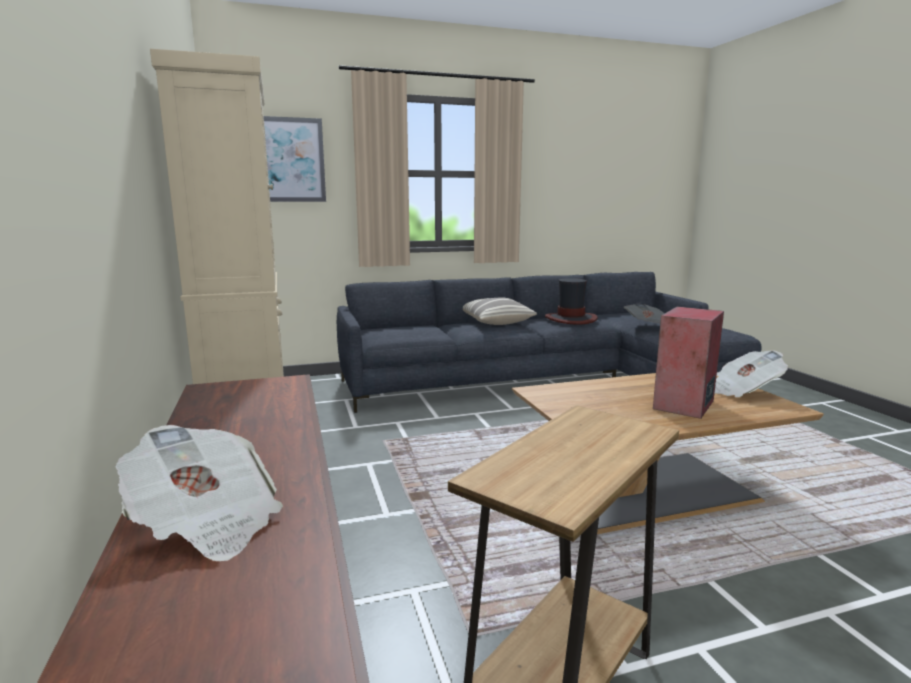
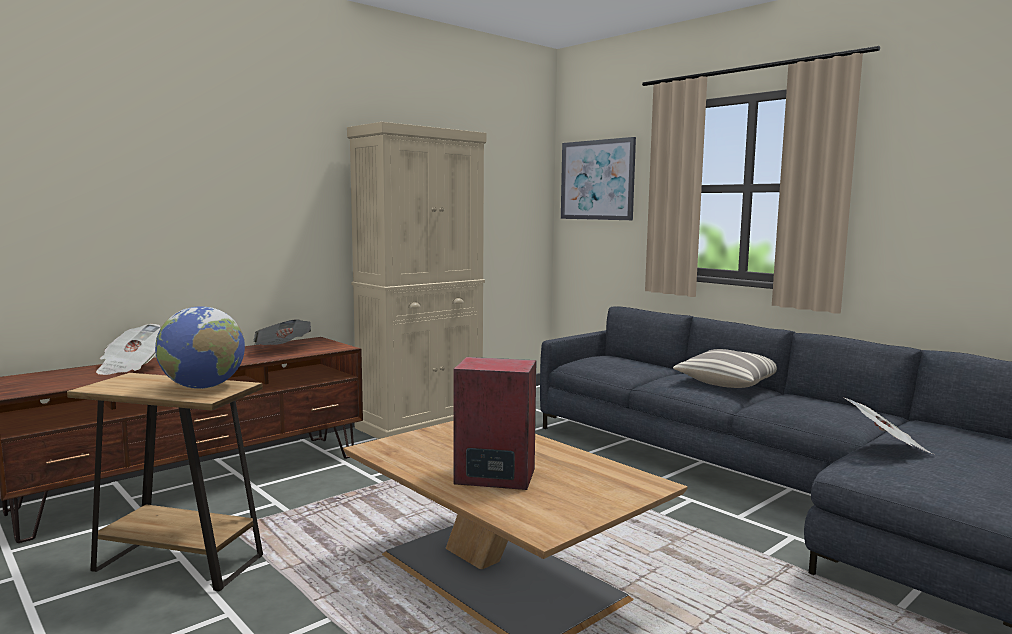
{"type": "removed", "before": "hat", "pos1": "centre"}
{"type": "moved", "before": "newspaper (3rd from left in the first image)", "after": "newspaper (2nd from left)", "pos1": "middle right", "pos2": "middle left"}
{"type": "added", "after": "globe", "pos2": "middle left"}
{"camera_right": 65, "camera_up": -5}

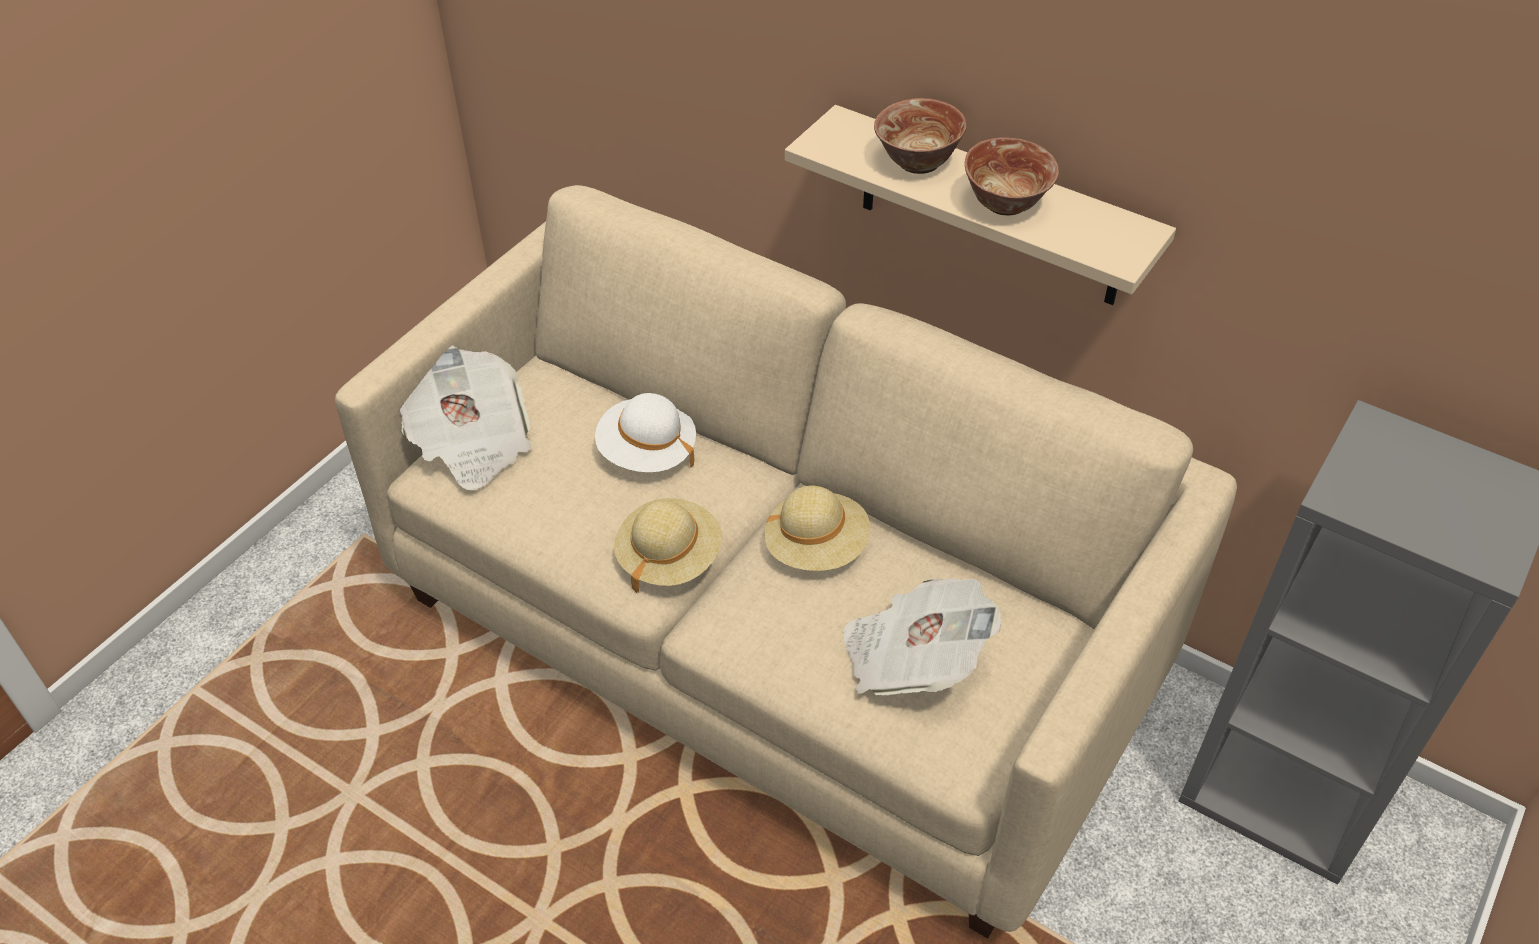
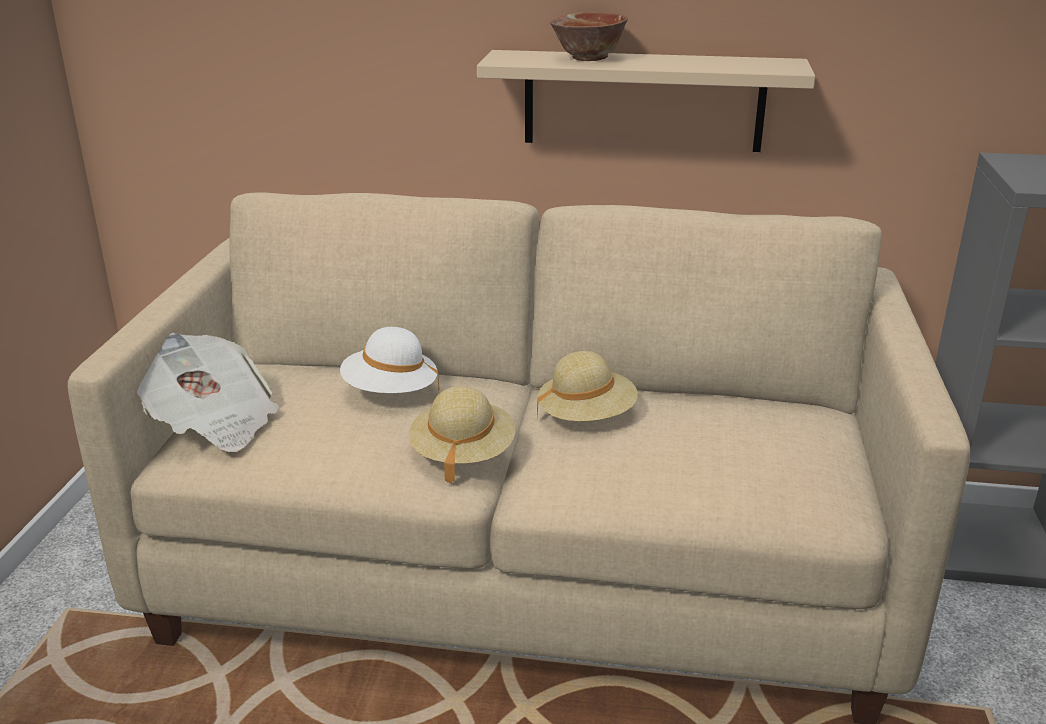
{"type": "removed", "before": "newspaper (2nd from left)", "pos1": "bottom centre"}
{"type": "removed", "before": "bowl (2nd from left)", "pos1": "top centre"}
{"camera_right": -25, "camera_up": -20}

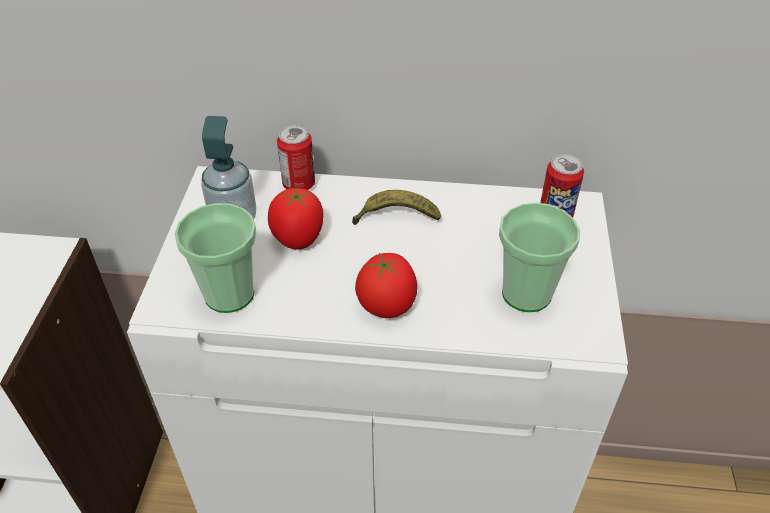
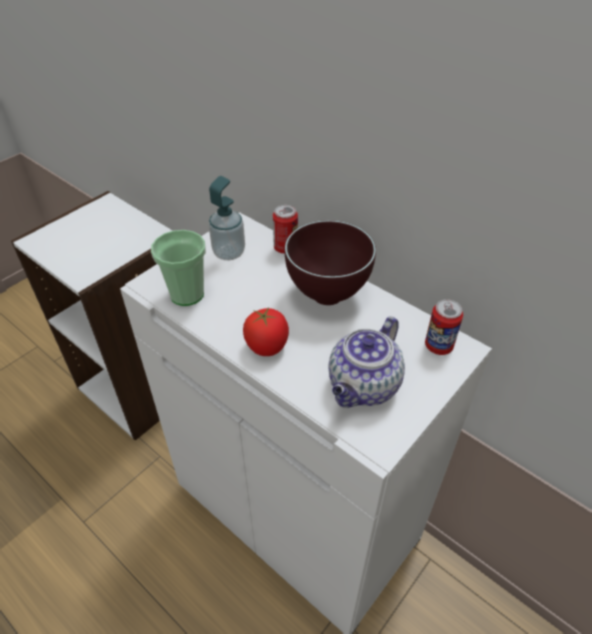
{"type": "removed", "before": "tomato (1st from left)", "pos1": "centre"}
{"type": "replaced", "before": "banana", "after": "brown bowl", "pos1": "centre", "pos2": "centre"}
{"type": "replaced", "before": "cup (2nd from left)", "after": "teapot", "pos1": "middle right", "pos2": "centre"}
{"camera_right": 35, "camera_up": 0}

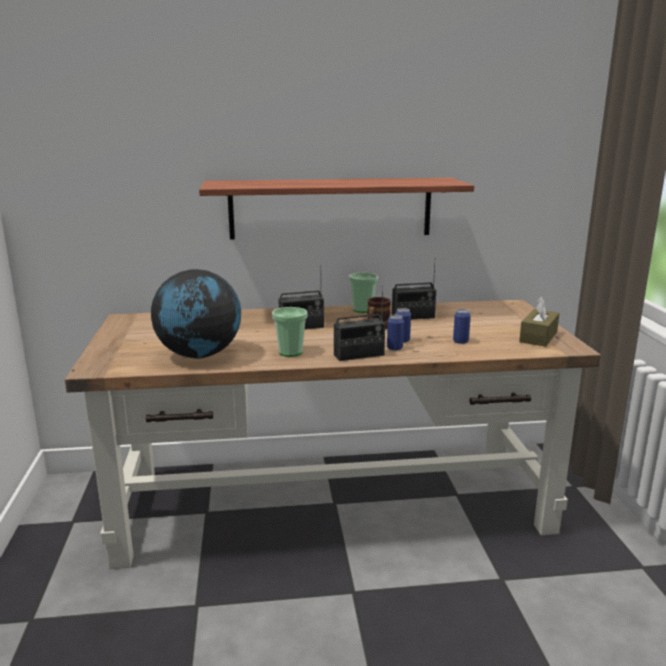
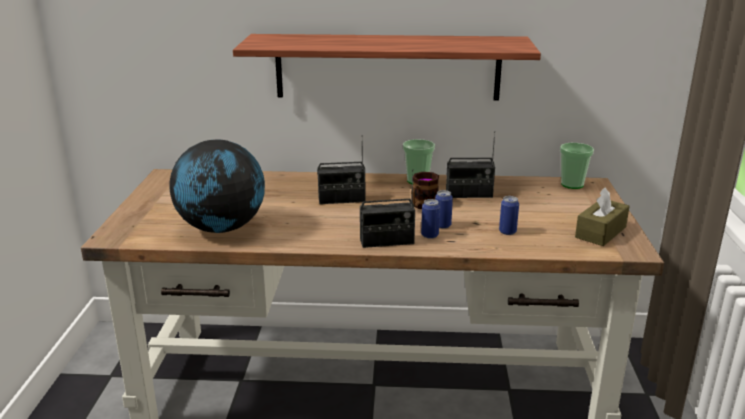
{"type": "moved", "before": "cup (1st from left in the first image)", "after": "cup (2nd from left)", "pos1": "centre", "pos2": "middle right"}
{"camera_right": 10, "camera_up": 5}

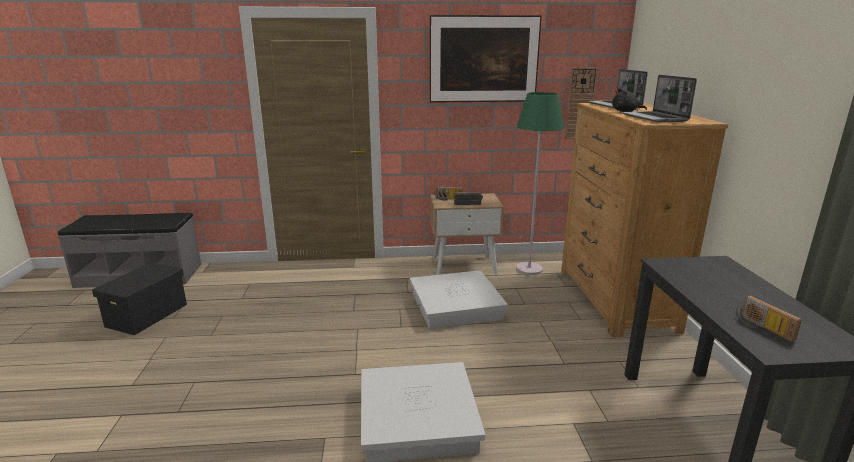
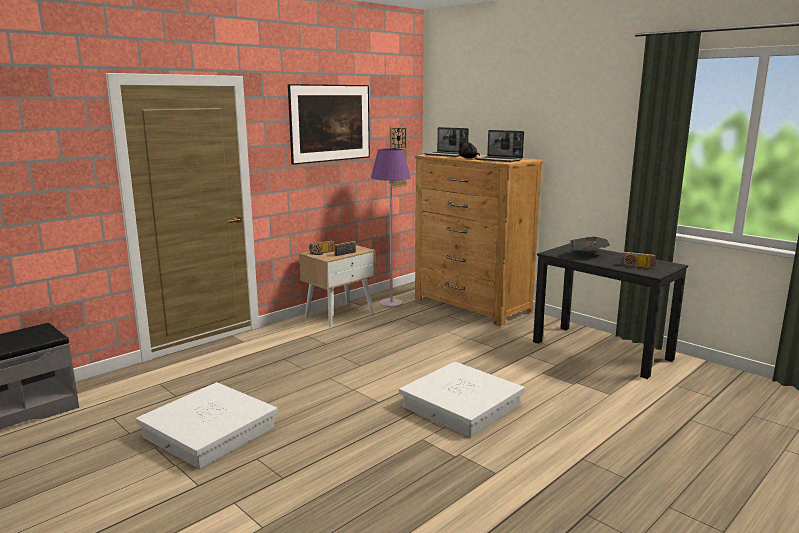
{"type": "removed", "before": "black storage box", "pos1": "middle left"}
{"type": "moved", "before": "white storage box (2nd from left in the first image)", "after": "white storage box (1st from left)", "pos1": "centre", "pos2": "bottom left"}
{"type": "recoloured", "before": "green floor lamp", "after": "purple floor lamp", "pos1": "centre", "pos2": "centre"}
{"type": "added", "after": "newspaper", "pos2": "middle right"}
{"camera_right": -40, "camera_up": -5}

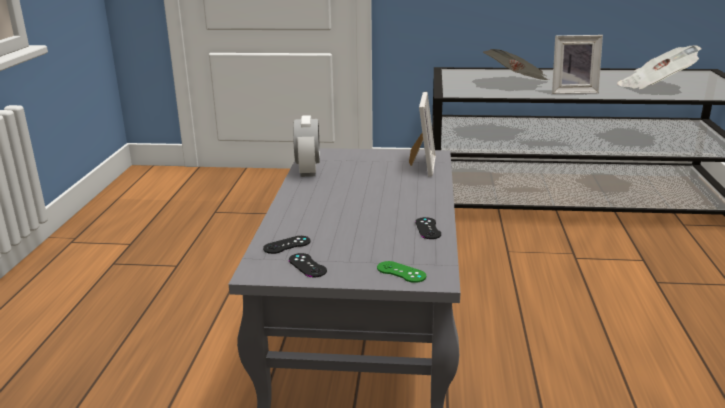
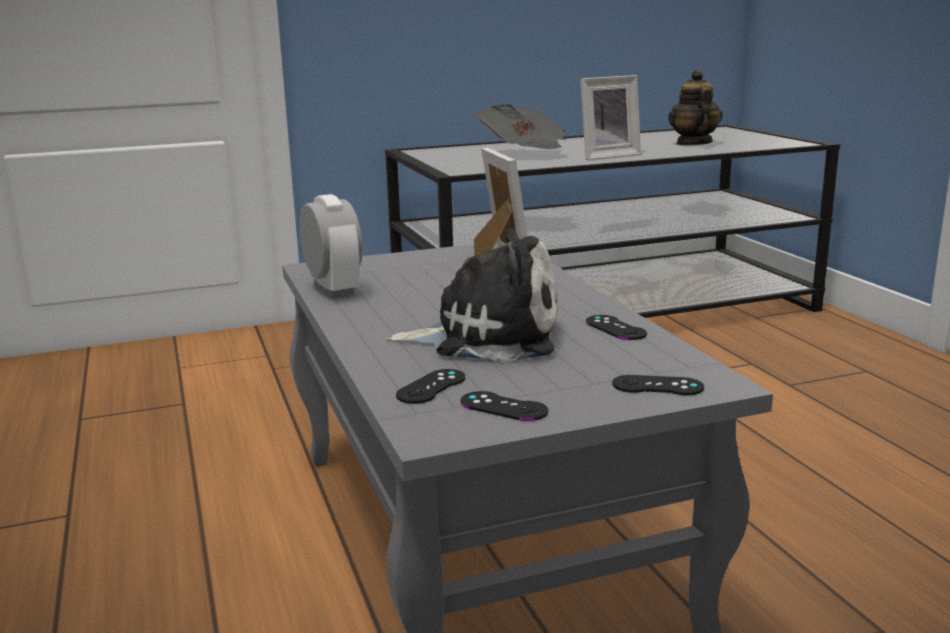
{"type": "recoloured", "before": "green game controller", "after": "black game controller (4th from left)", "pos1": "bottom centre", "pos2": "middle right"}
{"type": "replaced", "before": "newspaper (2nd from left)", "after": "teapot", "pos1": "top right", "pos2": "top right"}
{"type": "added", "after": "plush toy", "pos2": "centre"}
{"camera_right": -25, "camera_up": -5}

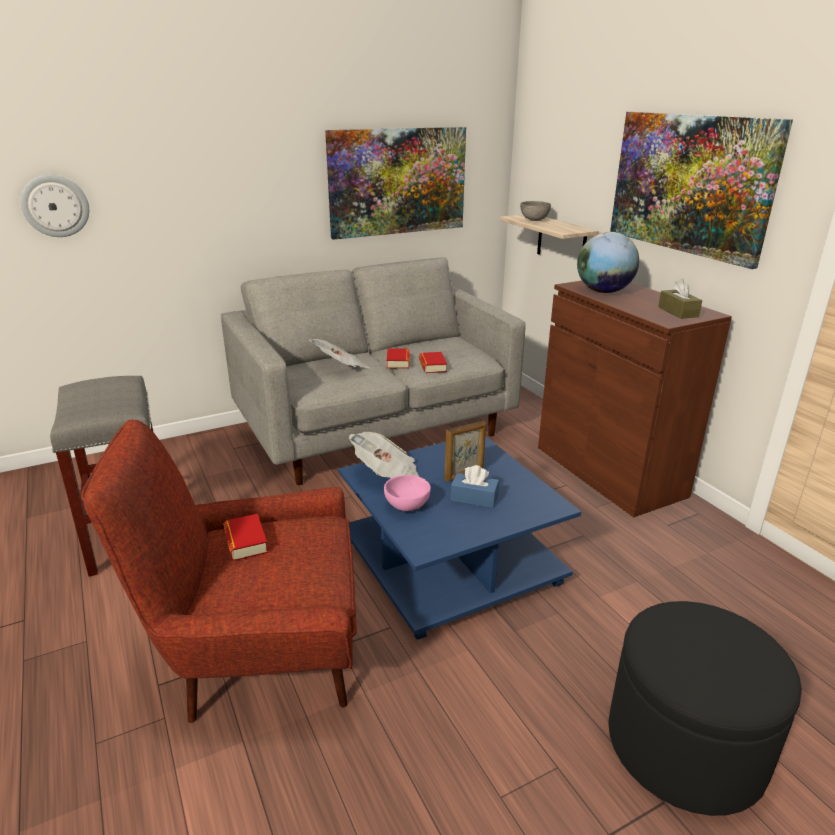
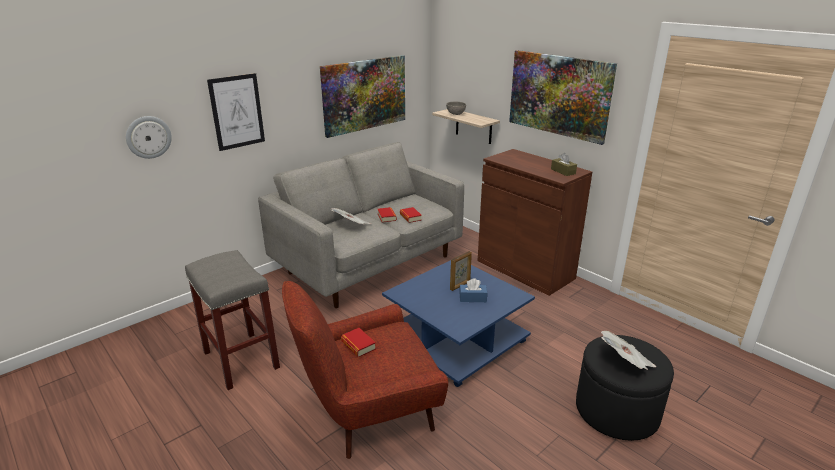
{"type": "moved", "before": "newspaper (2nd from left)", "pos1": "centre", "pos2": "bottom right"}
{"type": "removed", "before": "pink bowl", "pos1": "centre"}
{"type": "removed", "before": "globe", "pos1": "top right"}
{"type": "added", "after": "picture (1st from left)", "pos2": "top left"}
{"camera_right": -15, "camera_up": 0}

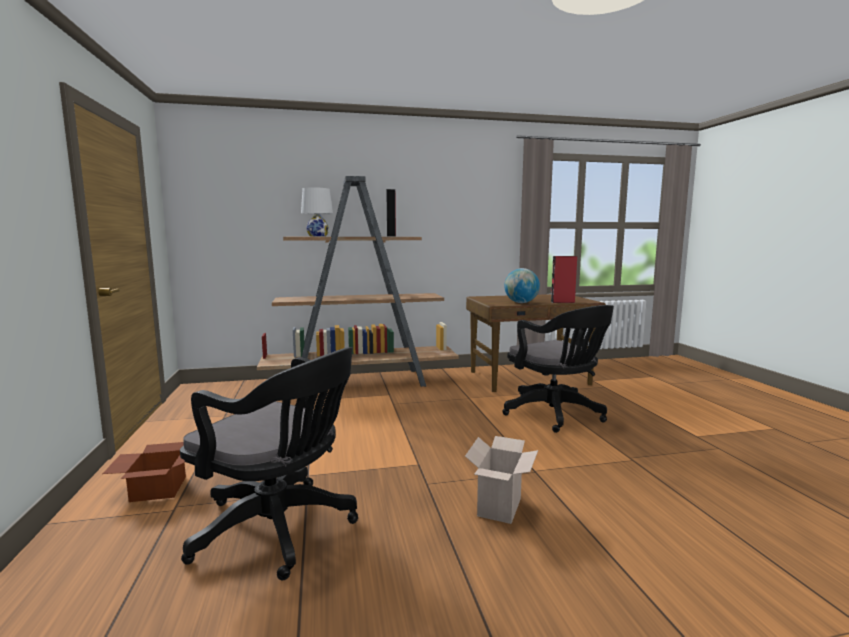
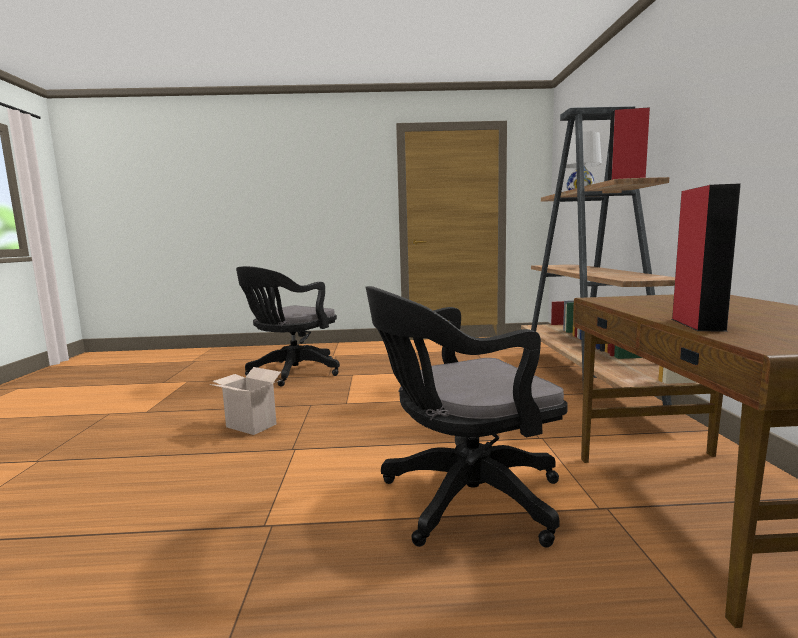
{"type": "removed", "before": "cardboard box (1st from left)", "pos1": "bottom left"}
{"type": "removed", "before": "globe", "pos1": "centre"}
{"camera_right": 100, "camera_up": 0}

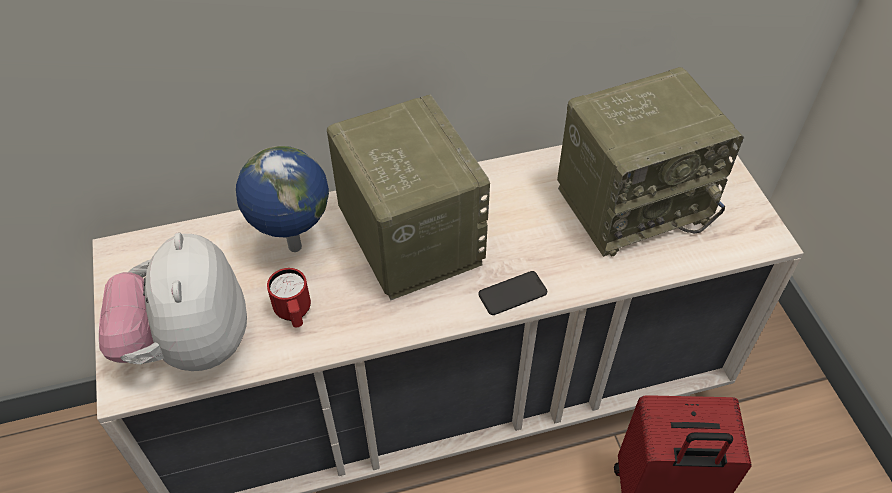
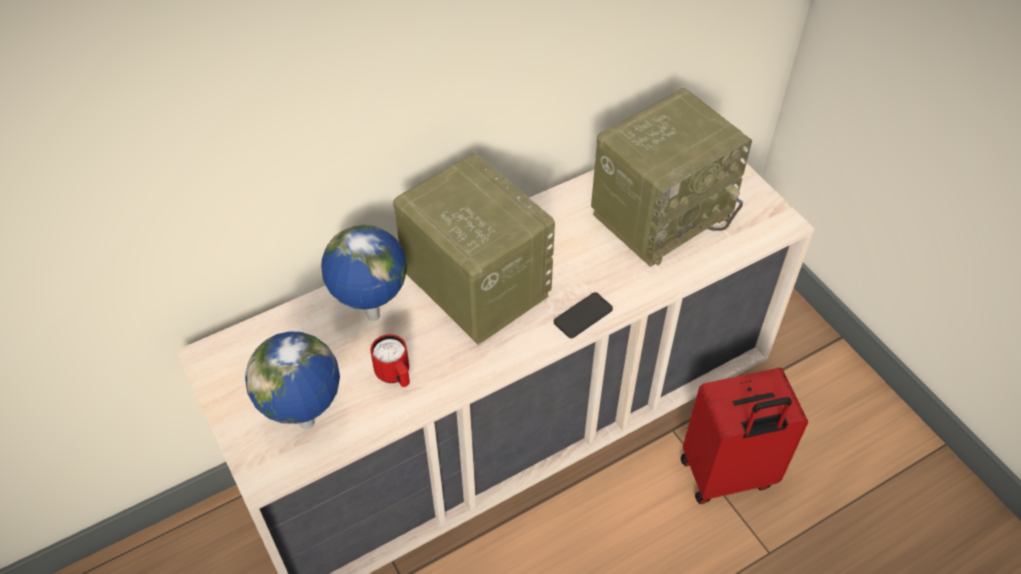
{"type": "replaced", "before": "plush toy", "after": "globe (1st from left)", "pos1": "middle left", "pos2": "middle left"}
{"camera_right": -15, "camera_up": 0}

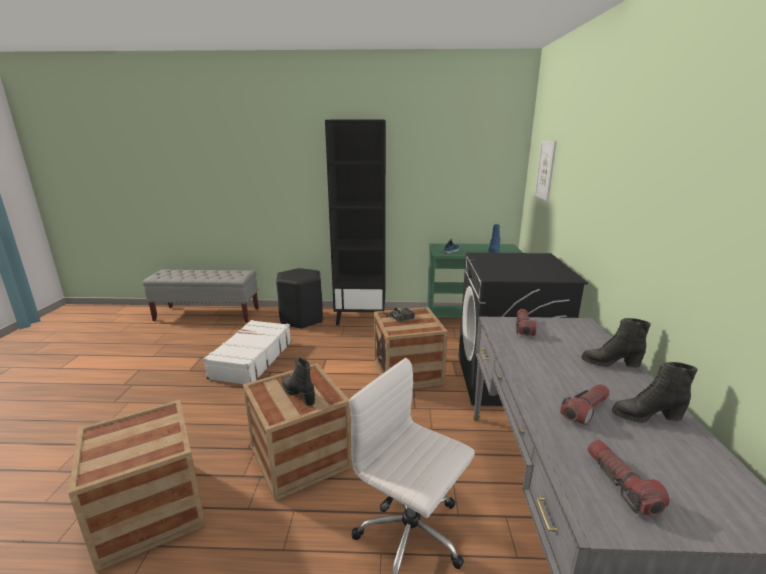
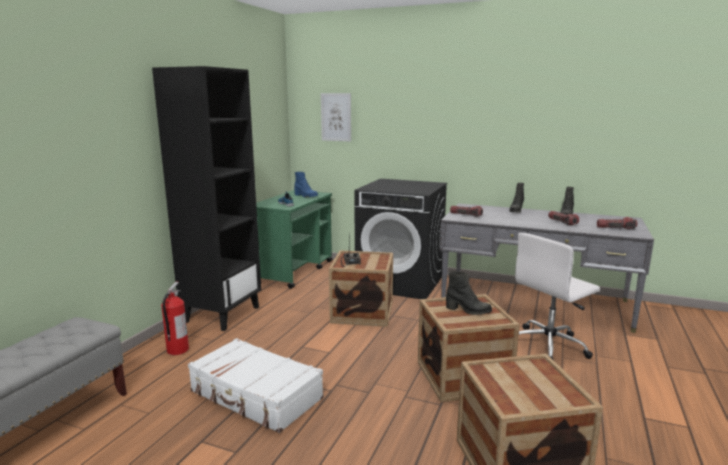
{"type": "replaced", "before": "black stool", "after": "fire extinguisher", "pos1": "centre", "pos2": "bottom left"}
{"type": "turned", "before": "black boot (1st from left)", "pos1": "centre", "pos2": "centre", "turn": -135}
{"camera_right": -70, "camera_up": -5}

